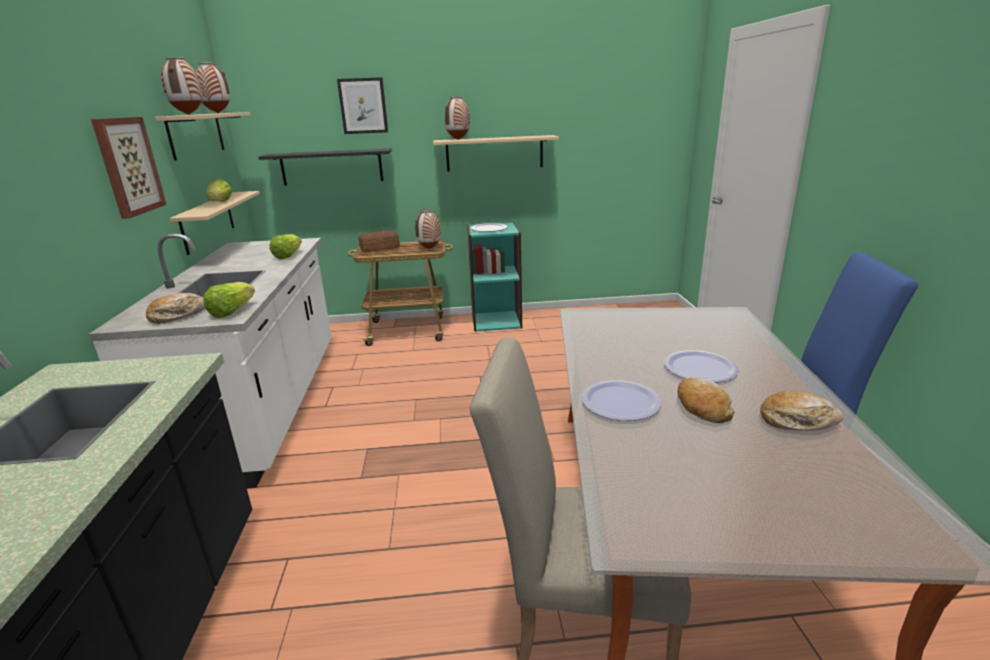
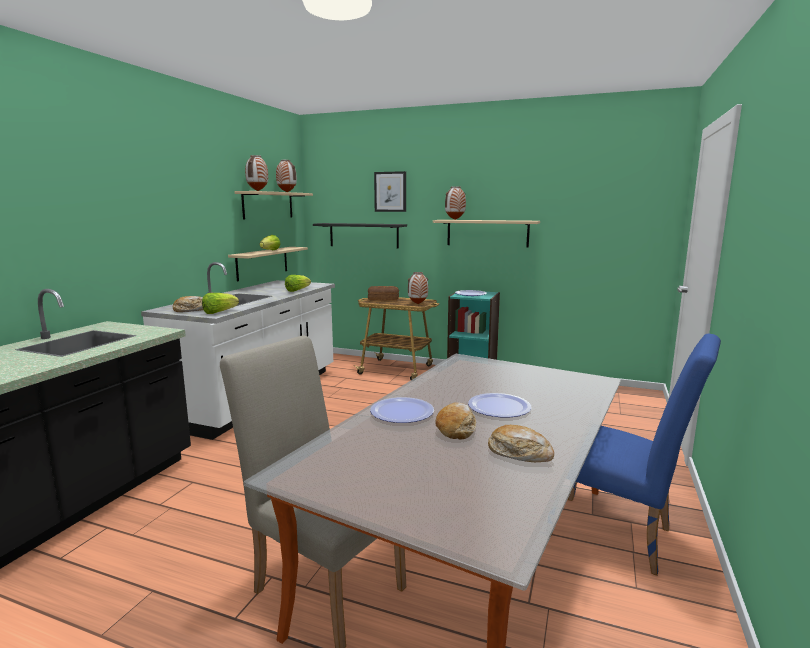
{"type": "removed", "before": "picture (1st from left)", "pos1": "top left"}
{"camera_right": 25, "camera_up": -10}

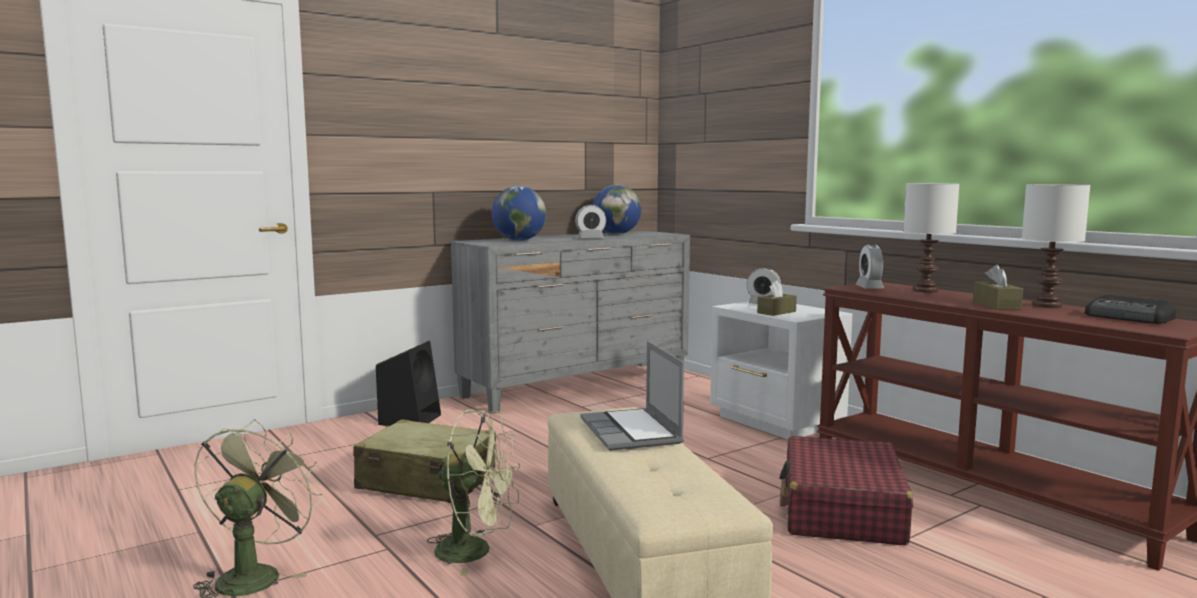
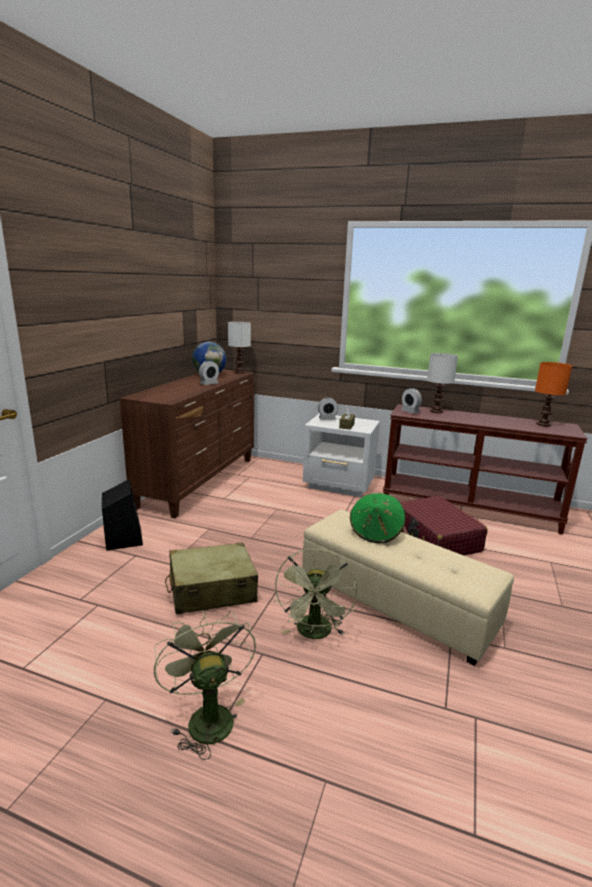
{"type": "turned", "before": "green fan (2nd from left)", "pos1": "bottom centre", "pos2": "bottom centre", "turn": 120}
{"type": "recoloured", "before": "grey dresser", "after": "brown dresser", "pos1": "centre", "pos2": "middle left"}
{"type": "removed", "before": "globe (1st from left)", "pos1": "centre"}
{"type": "replaced", "before": "laptop", "after": "green hat", "pos1": "centre", "pos2": "centre"}
{"type": "removed", "before": "brown tissue box (2nd from left)", "pos1": "middle right"}
{"type": "moved", "before": "white table lamp (2nd from left in the first image)", "after": "white table lamp (1st from left)", "pos1": "middle right", "pos2": "centre"}
{"type": "replaced", "before": "radio", "after": "orange table lamp", "pos1": "middle right", "pos2": "middle right"}
{"camera_right": -35, "camera_up": 10}

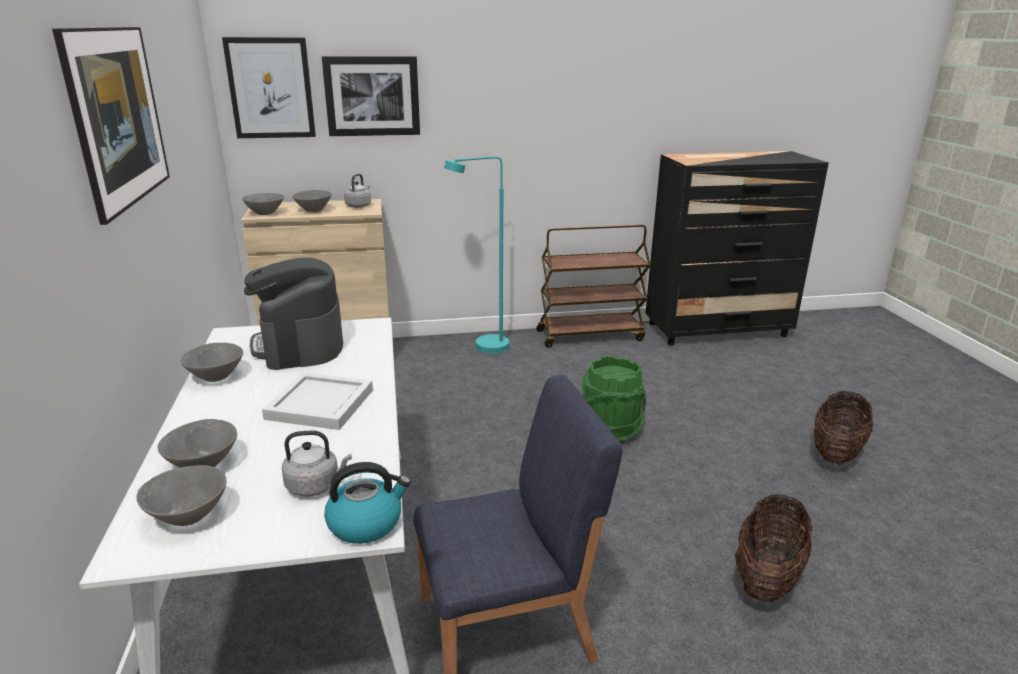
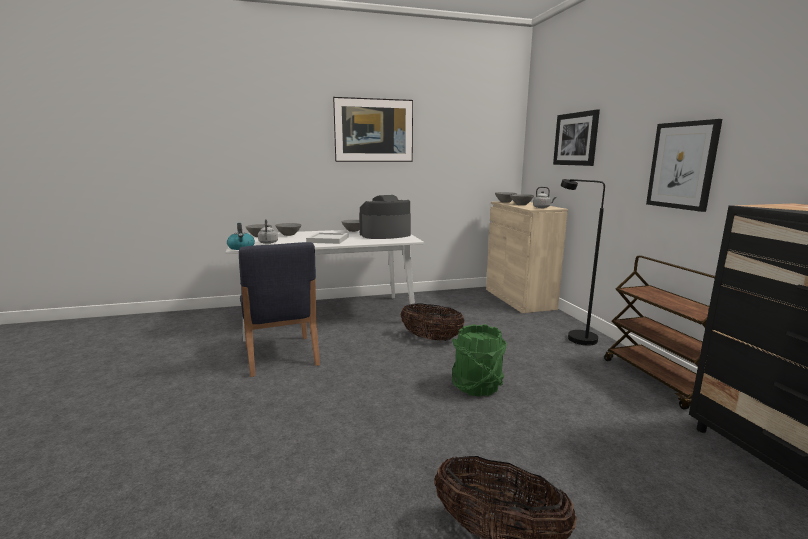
{"type": "moved", "before": "picture (2nd from left in the first image)", "after": "picture (3rd from left)", "pos1": "top left", "pos2": "top right"}
{"type": "recoloured", "before": "turquoise floor lamp", "after": "black floor lamp", "pos1": "centre", "pos2": "middle right"}
{"type": "moved", "before": "basket (1st from left)", "pos1": "bottom right", "pos2": "centre"}
{"camera_right": 85, "camera_up": -10}

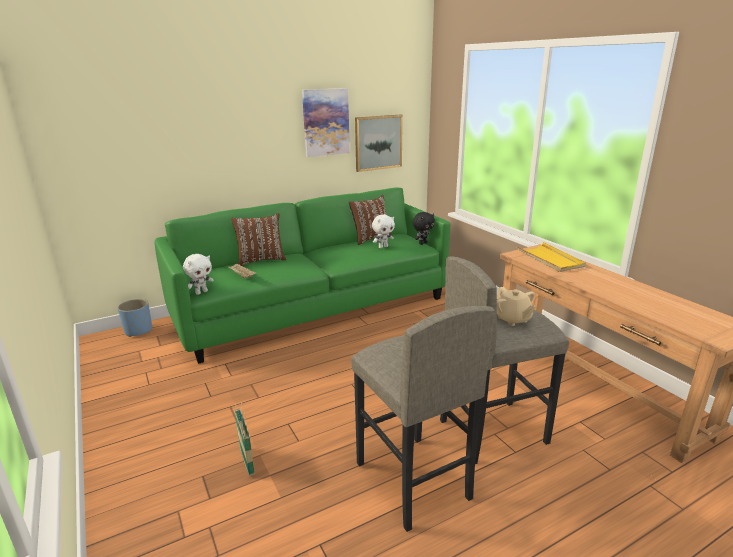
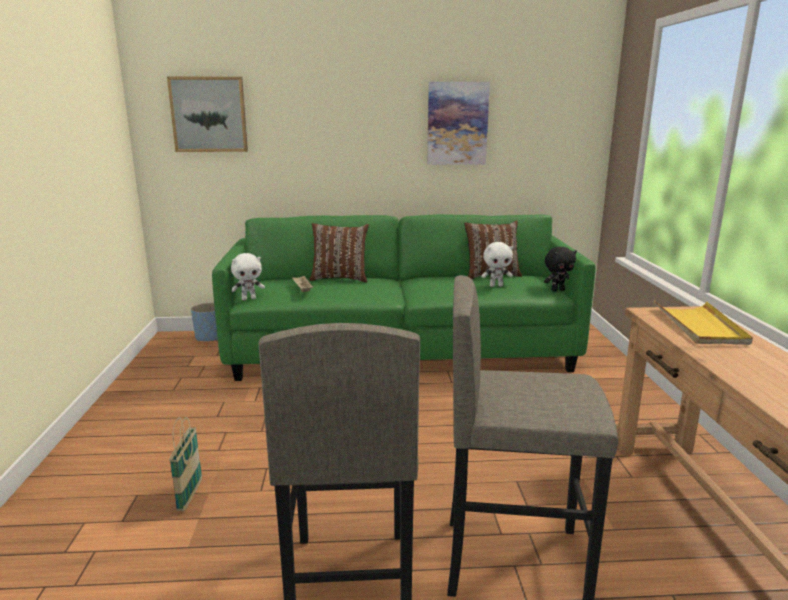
{"type": "moved", "before": "picture (2nd from left in the first image)", "after": "picture (1st from left)", "pos1": "top centre", "pos2": "top left"}
{"type": "removed", "before": "beige teapot", "pos1": "middle right"}
{"camera_right": 25, "camera_up": -5}

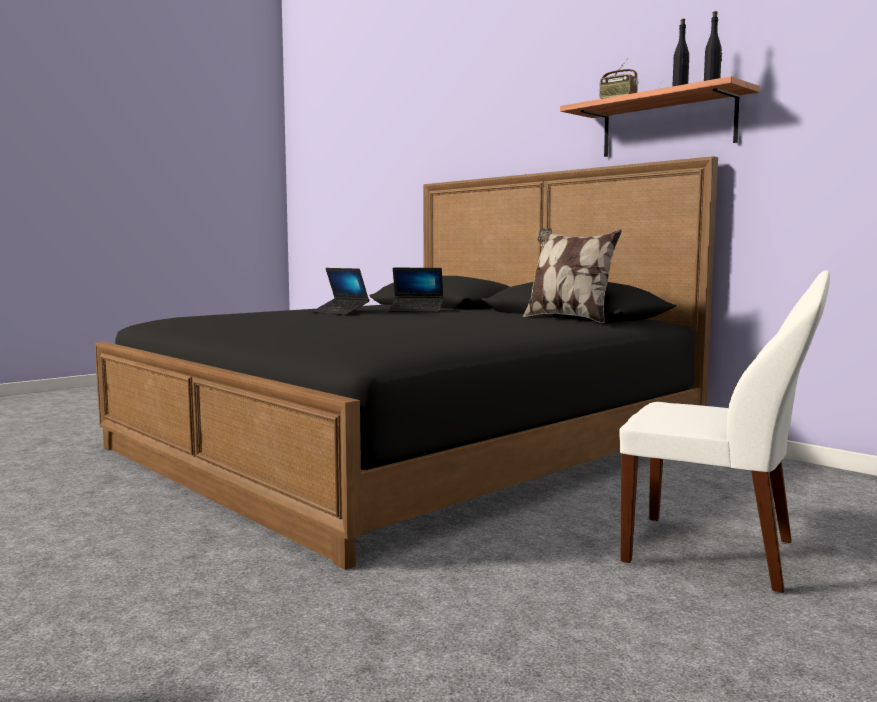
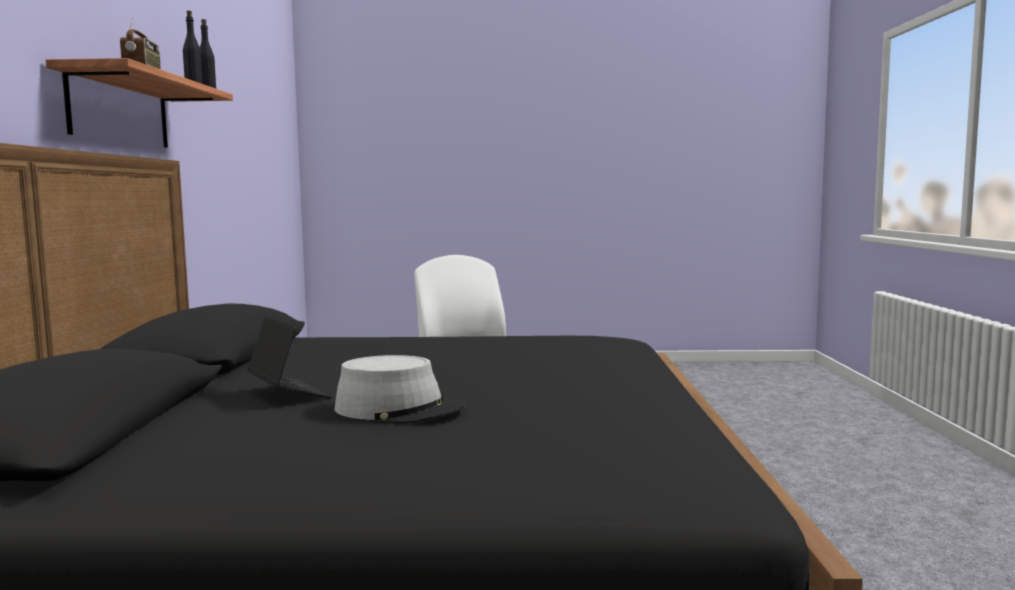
{"type": "replaced", "before": "laptop (1st from left)", "after": "grey hat", "pos1": "centre", "pos2": "centre"}
{"type": "removed", "before": "pillow", "pos1": "centre"}
{"camera_right": -135, "camera_up": 0}

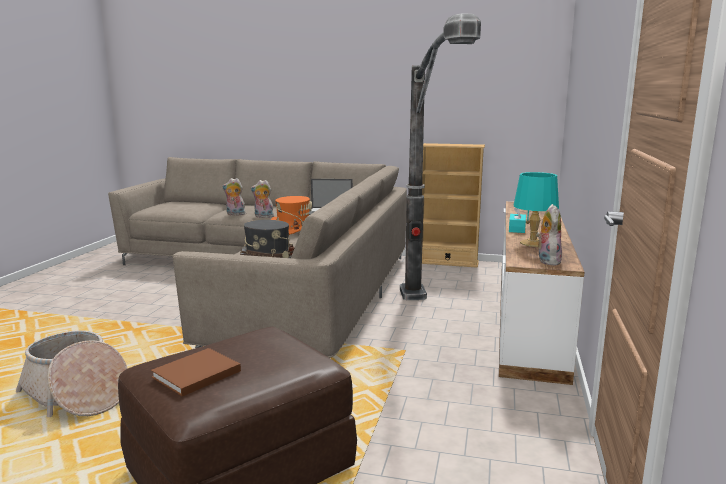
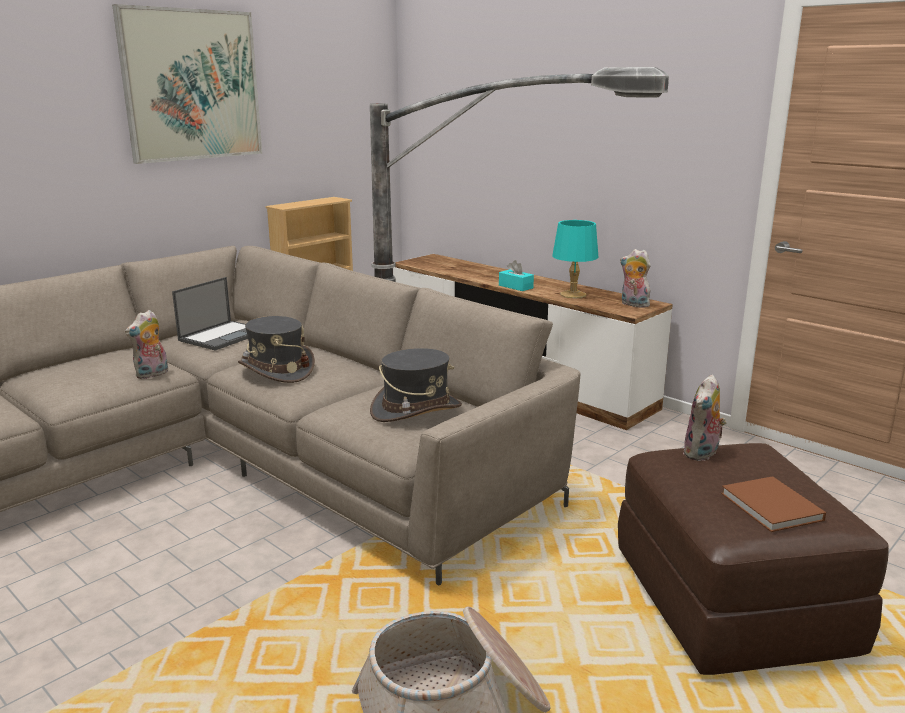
{"type": "moved", "before": "plush toy (1st from left in the first image)", "after": "plush toy (3rd from left)", "pos1": "middle left", "pos2": "middle right"}
{"type": "recoloured", "before": "orange hat", "after": "grey hat (1st from left)", "pos1": "centre", "pos2": "middle left"}
{"type": "added", "after": "picture", "pos2": "top left"}
{"camera_right": -60, "camera_up": 5}

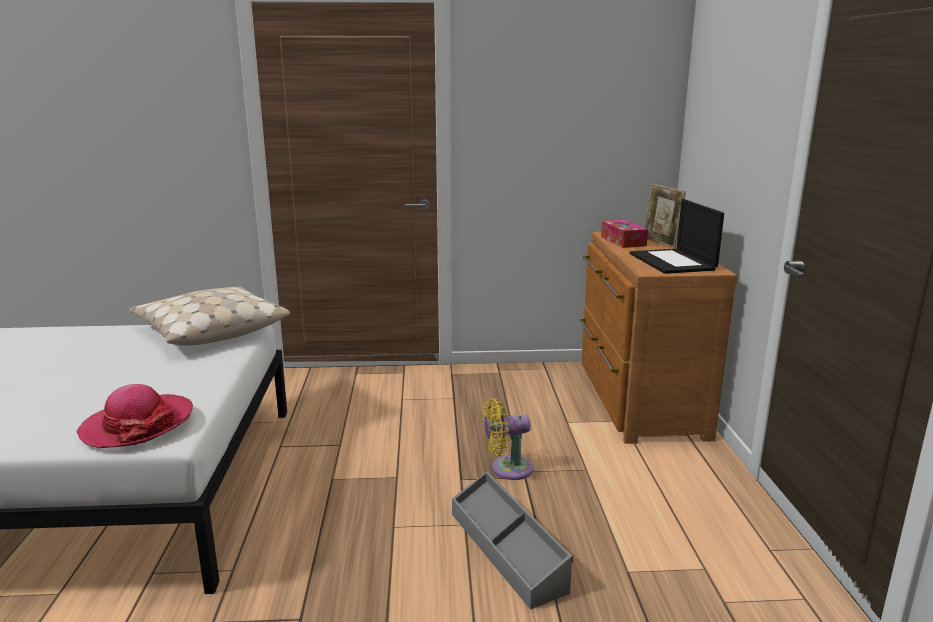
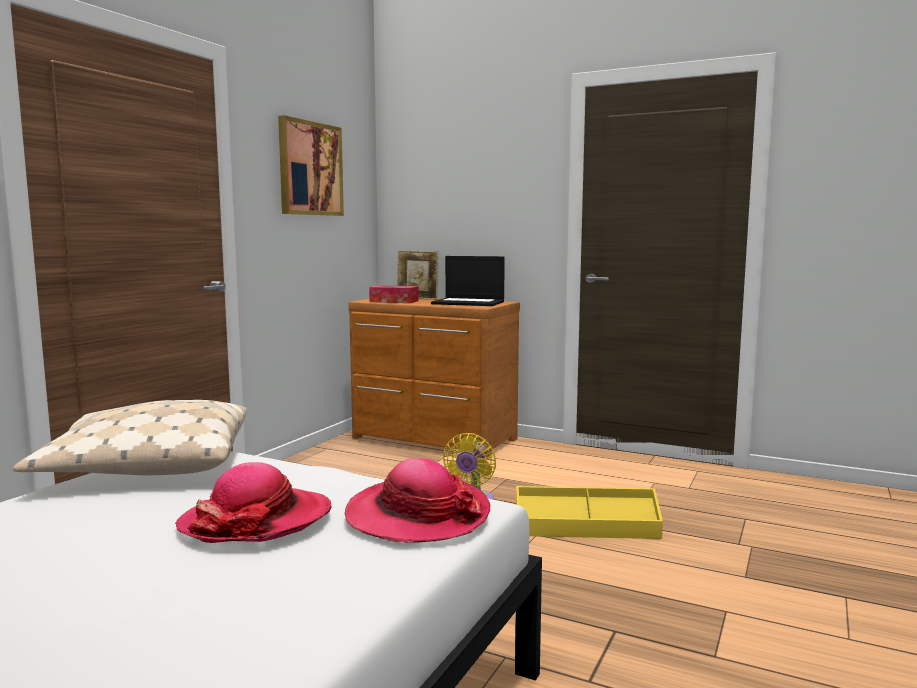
{"type": "recoloured", "before": "grey storage box", "after": "yellow storage box", "pos1": "bottom centre", "pos2": "bottom centre"}
{"type": "added", "after": "hat (1st from left)", "pos2": "bottom left"}
{"type": "added", "after": "picture", "pos2": "top centre"}
{"camera_right": -60, "camera_up": -10}

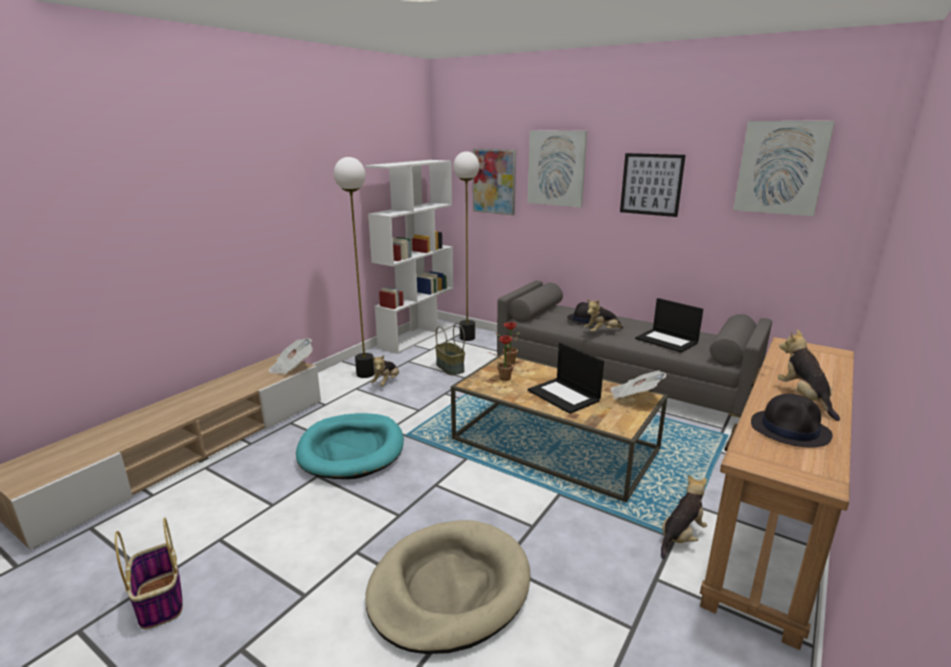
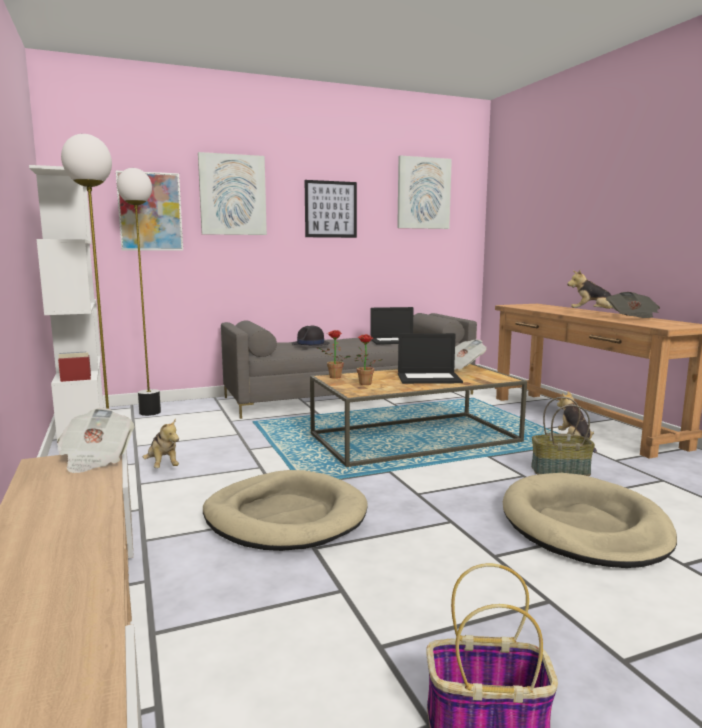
{"type": "recoloured", "before": "turquoise dog bed", "after": "beige dog bed (1st from left)", "pos1": "bottom centre", "pos2": "bottom centre"}
{"type": "moved", "before": "basket (2nd from left)", "pos1": "centre", "pos2": "middle right"}
{"type": "removed", "before": "plush toy (2nd from left)", "pos1": "centre"}
{"type": "replaced", "before": "black hat (2nd from left)", "after": "newspaper (3rd from left)", "pos1": "middle right", "pos2": "middle right"}
{"camera_right": -55, "camera_up": -10}

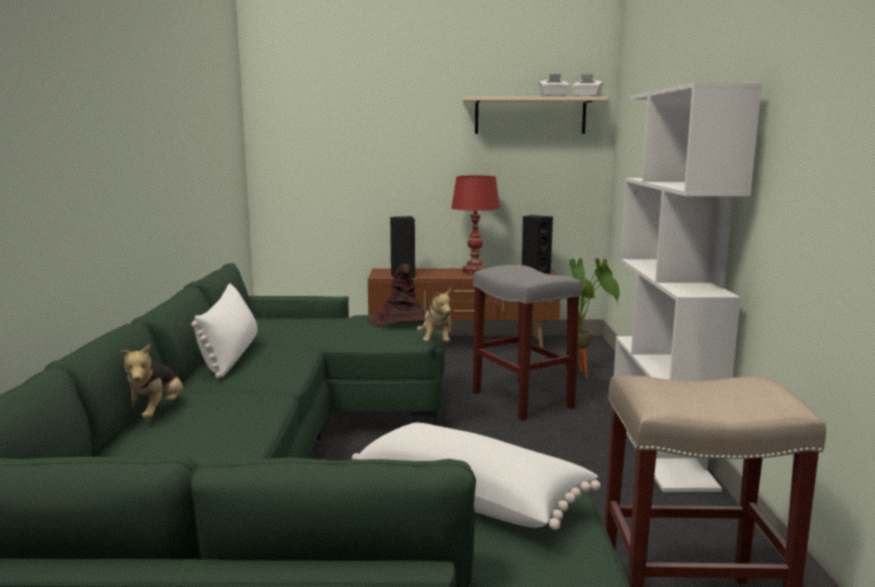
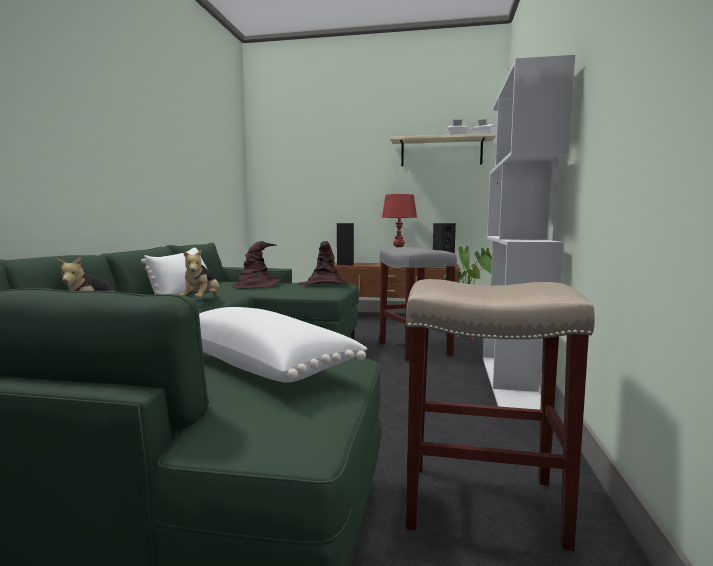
{"type": "moved", "before": "plush toy (2nd from left)", "pos1": "centre", "pos2": "middle left"}
{"type": "added", "after": "brown hat (1st from left)", "pos2": "centre"}
{"camera_right": 10, "camera_up": -5}

